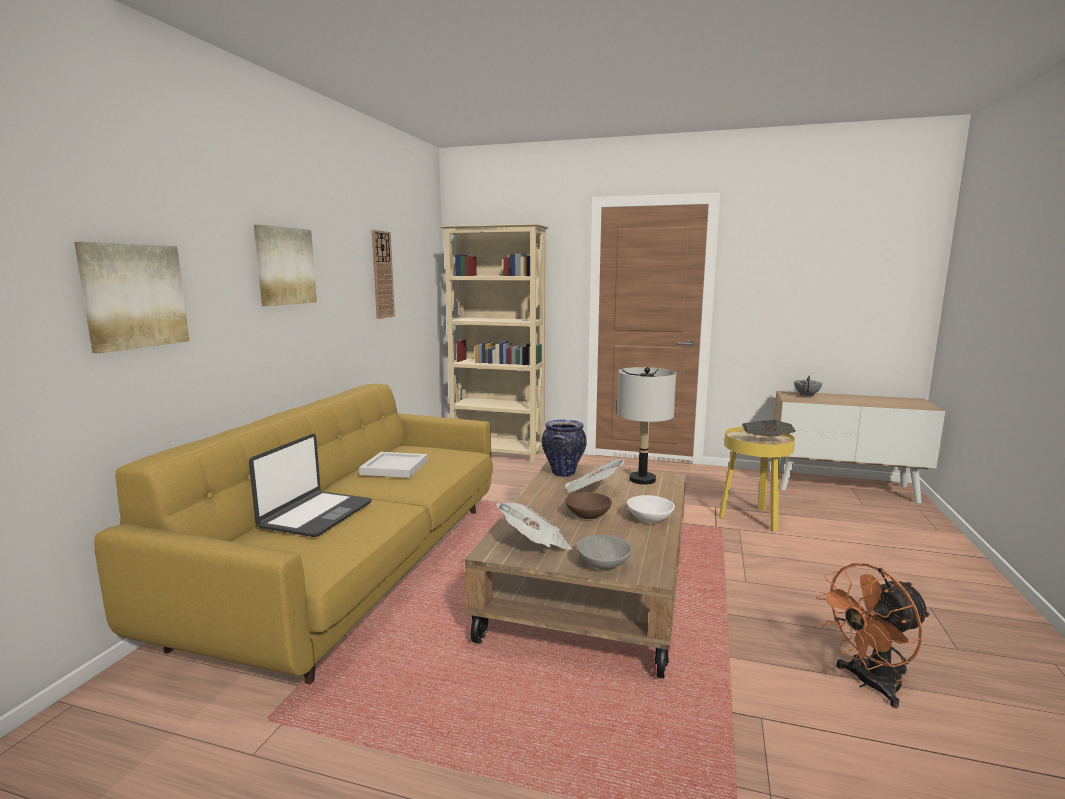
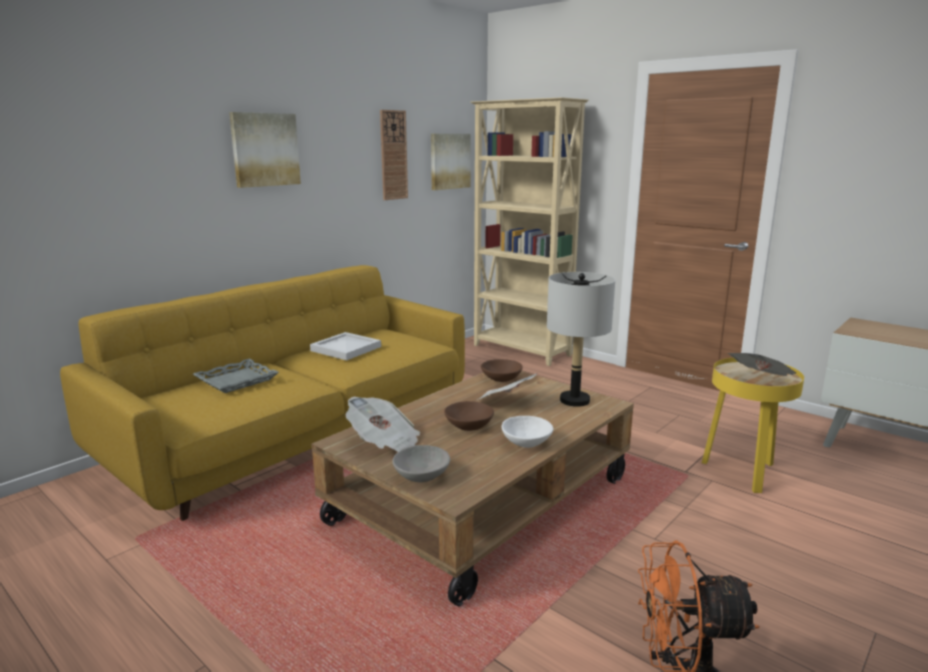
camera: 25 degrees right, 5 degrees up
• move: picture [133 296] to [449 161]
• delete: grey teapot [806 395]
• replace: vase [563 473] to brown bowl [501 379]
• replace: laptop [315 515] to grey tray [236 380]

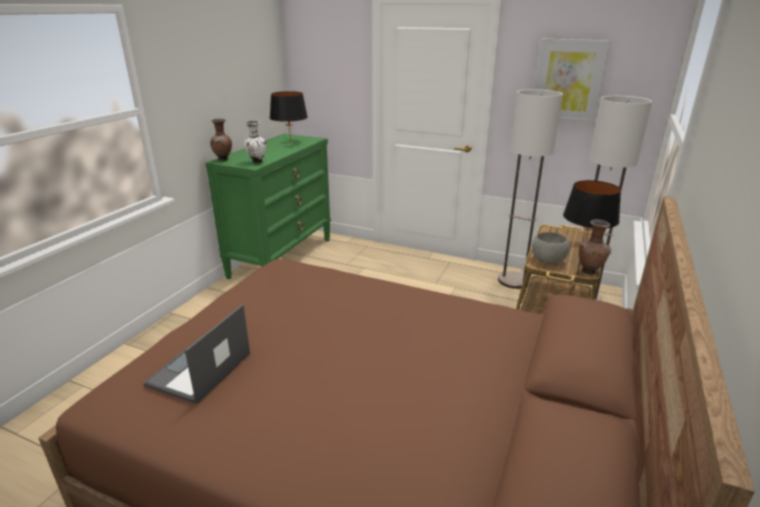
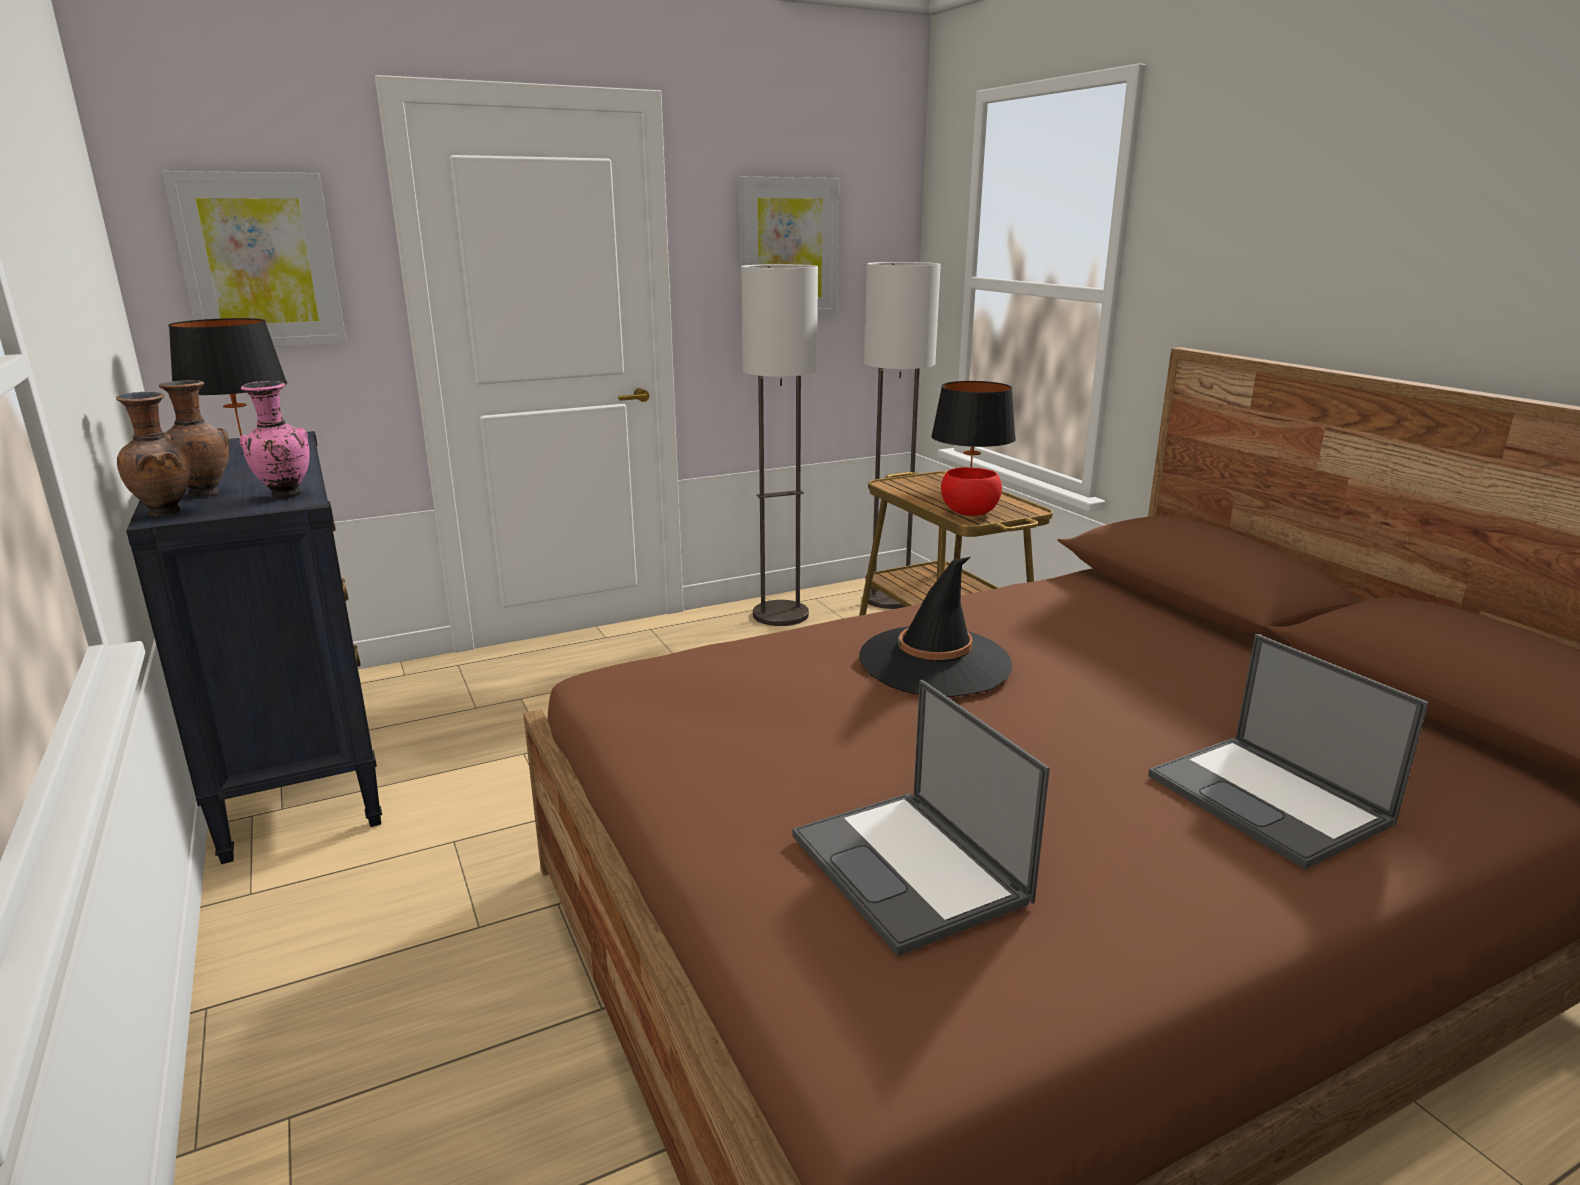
camera: 50 degrees left, 5 degrees down
• recolor: white vase [256 162] to pink vase [284 496]
• recolor: green dresser [281 257] to black dresser [297 761]
• move: brown vase [589 271] to [206 493]
• recolor: grey bowl [547 260] to red bowl [969 513]
• insert: picture [259 261]
• insert: black hat [935 662]
• insert: laptop [1270 800]

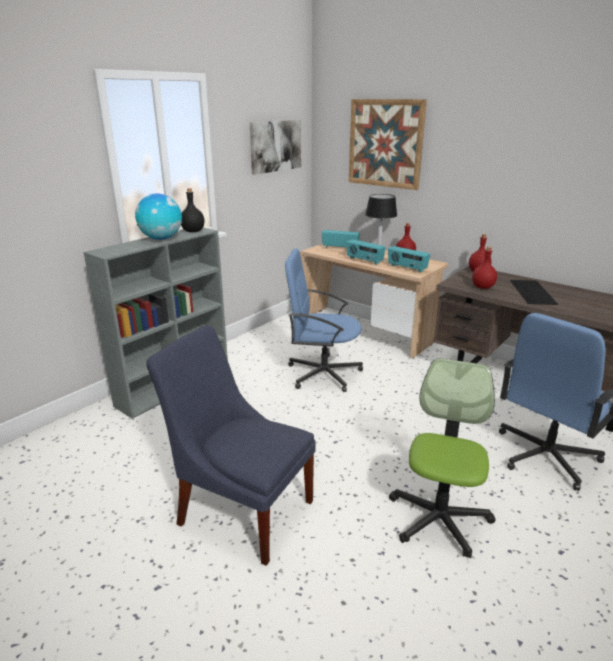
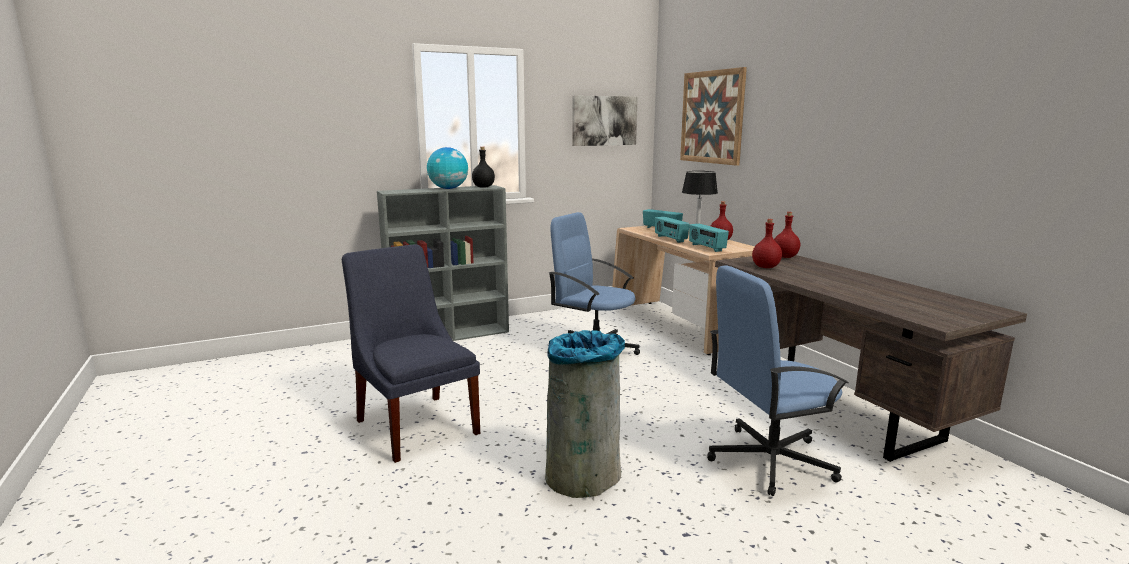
camera: 25 degrees right, 10 degrees down
• delete: keyboard [533 292]
• replace: office chair [439 518] to grey trash can [584 475]

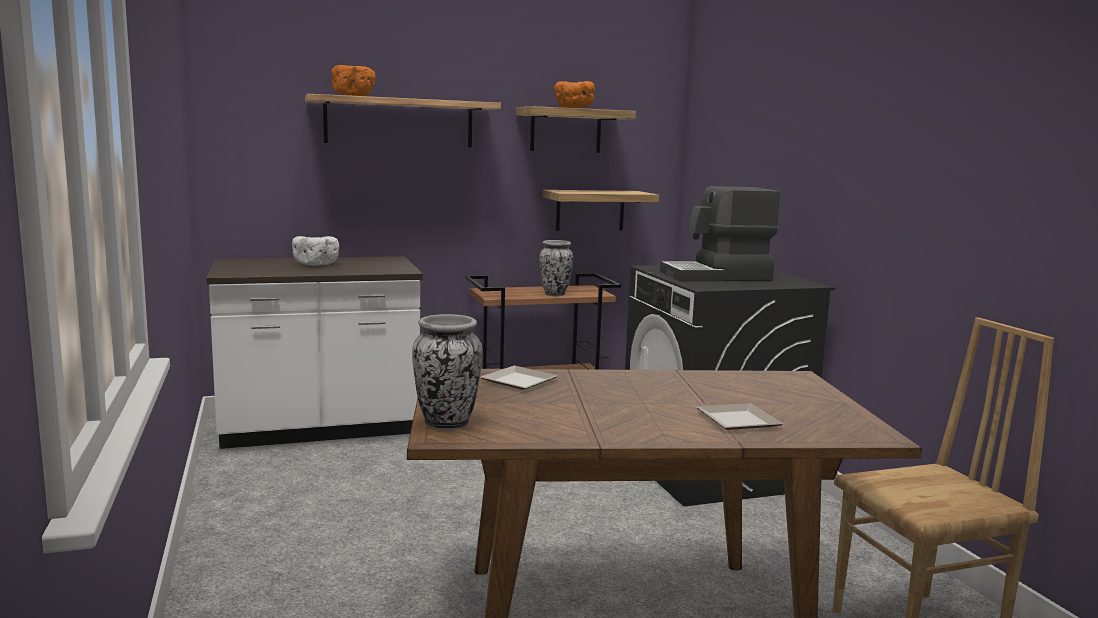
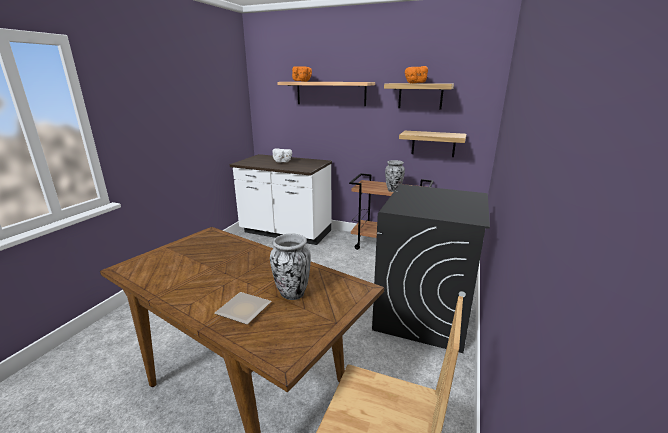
camera: 40 degrees right, 10 degrees up
• delete: coffee machine [717 276]
• move: vase [446 424] to [292 294]
• delete: plate [522 381]

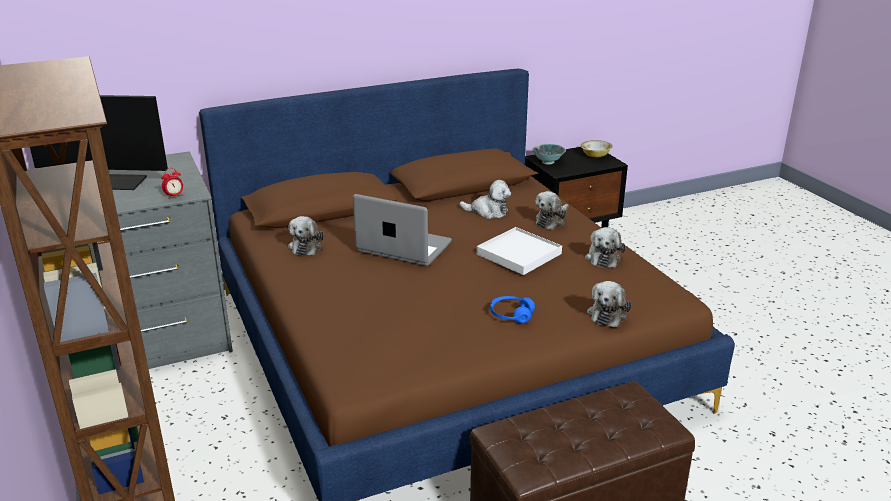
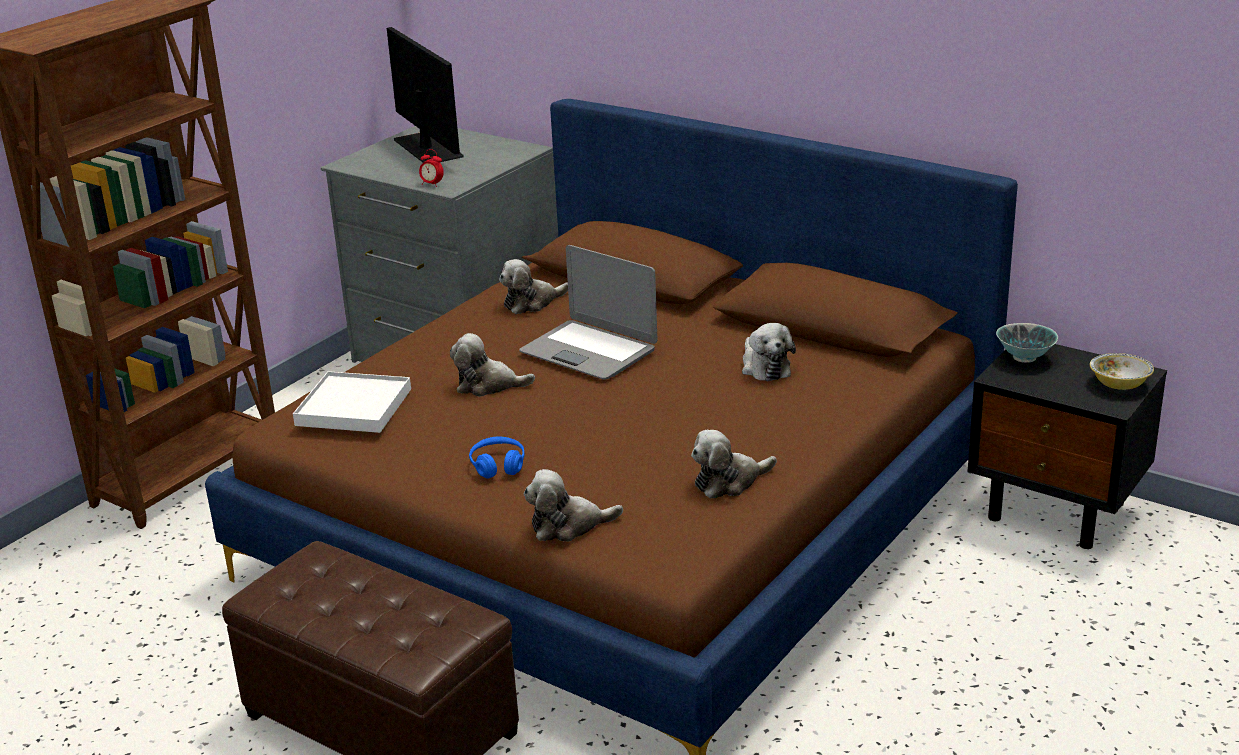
camera: 60 degrees right, 0 degrees up
• move: plush toy [552 221] to [488 385]
• rotate: laptop [403 247] = [589 351] 135 degrees clockwise
• move: white tray [519 254] to [354 407]

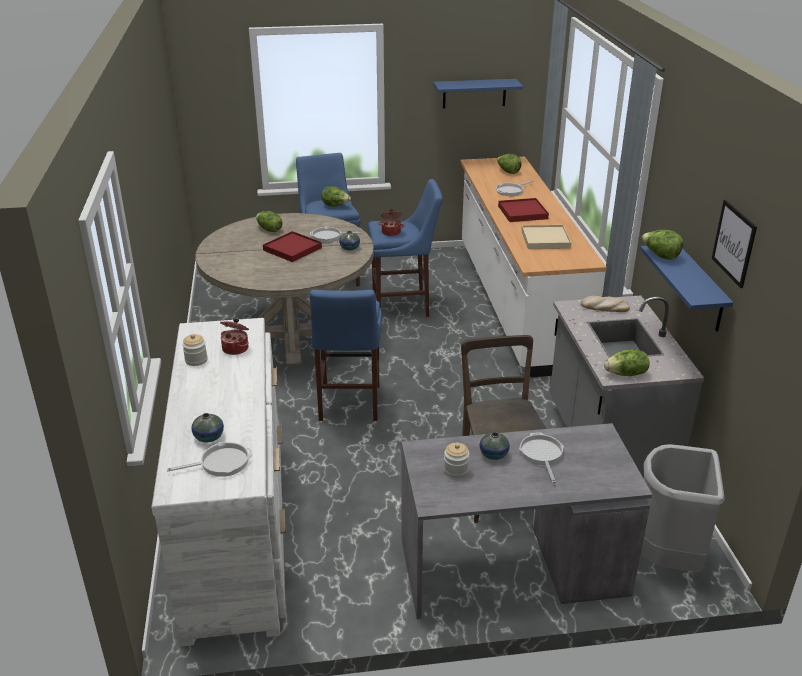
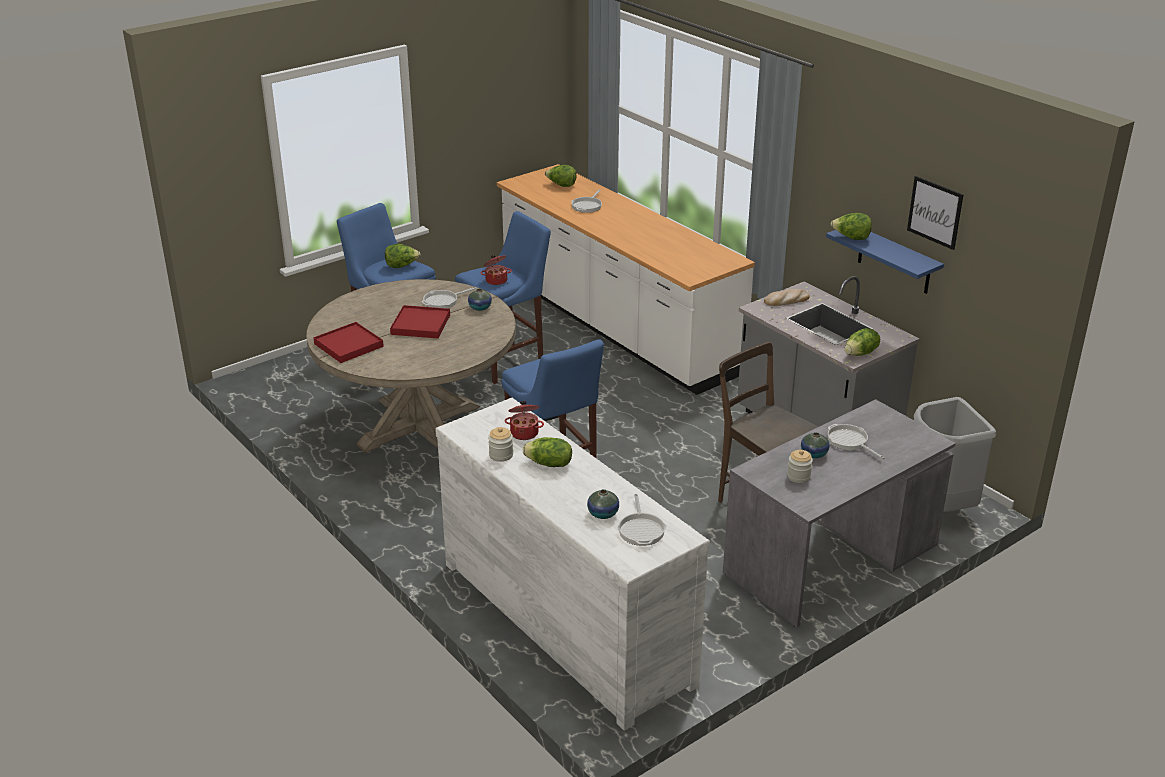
camera: 30 degrees left, 0 degrees up
• delete: blue shelf [474 93]
• move: red tray [523 212] to [349 345]
• move: lettuce [269 230] to [549 464]
• delete: beige tray [545 239]
• rotate: frying pan [221 463] = [641 529] 135 degrees clockwise

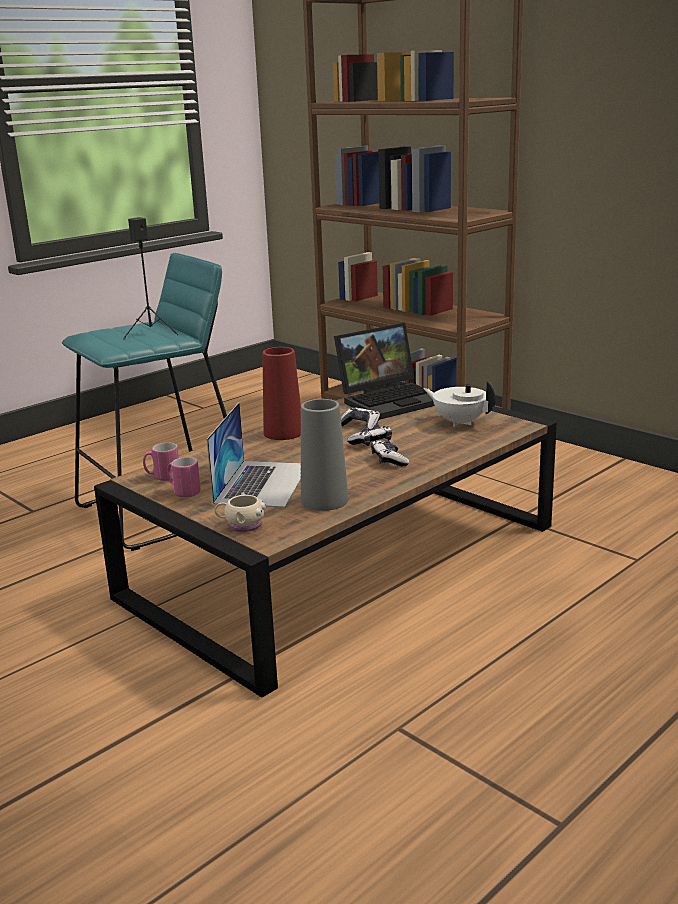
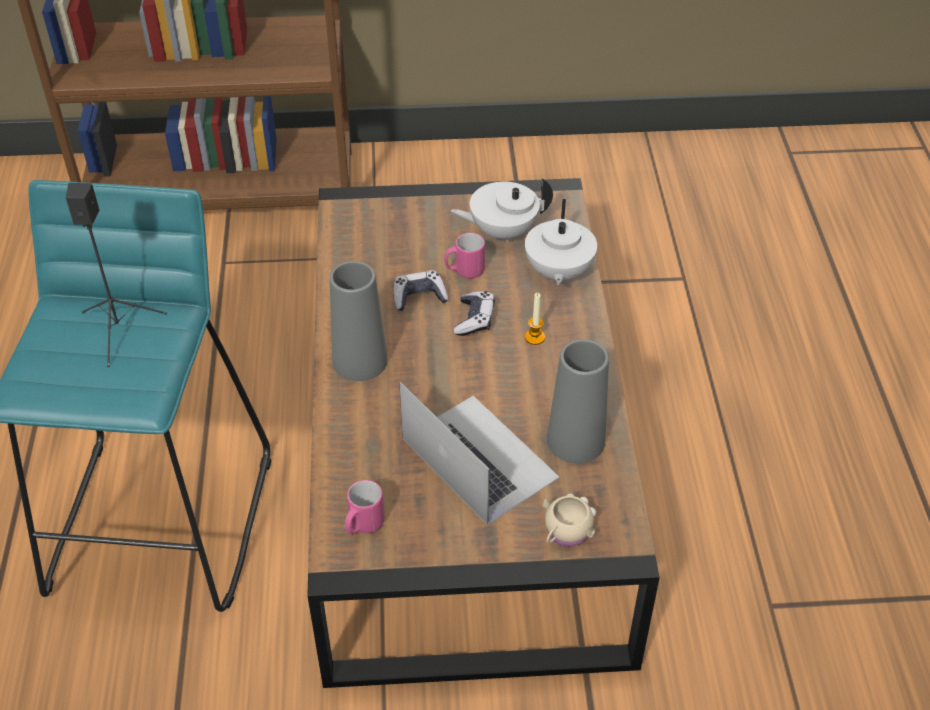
camera: 50 degrees left, 25 degrees up
• delete: laptop [391 400]
• recolor: red vase [283 433] to grey vase [360 361]
• replace: game controller [389 460] to candle [534 337]
• move: pink mug [183 492] to [464 271]
• insert: white teapot [558 272]

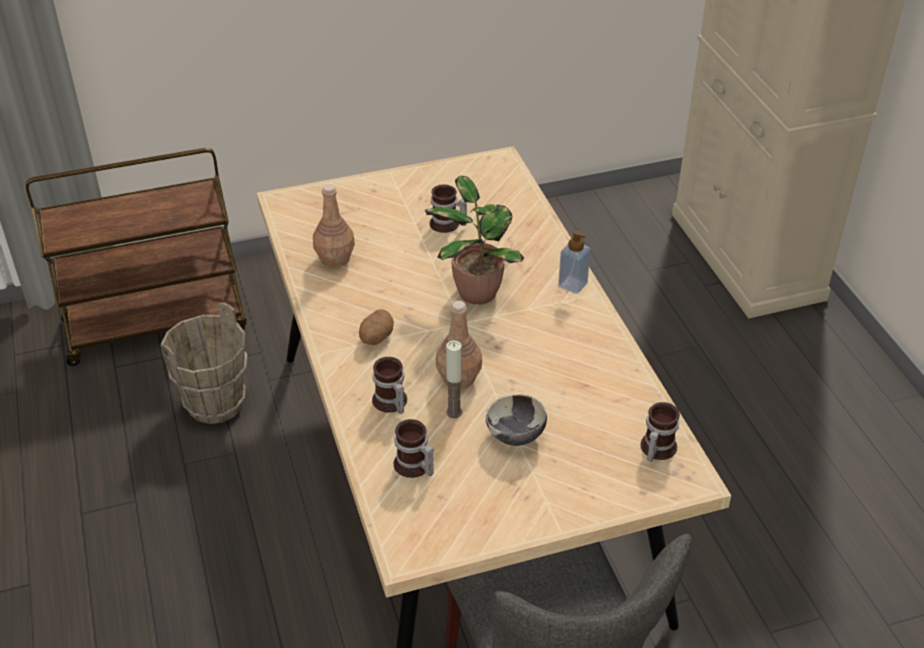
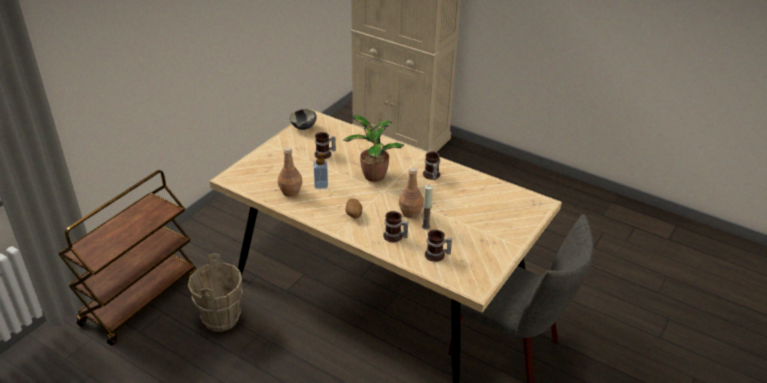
camera: 40 degrees left, 5 degrees down
• move: soap dispenser [572 284] to [321 185]
• move: bowl [515 436] to [303 127]
• move: mug [655 448] to [431 175]

